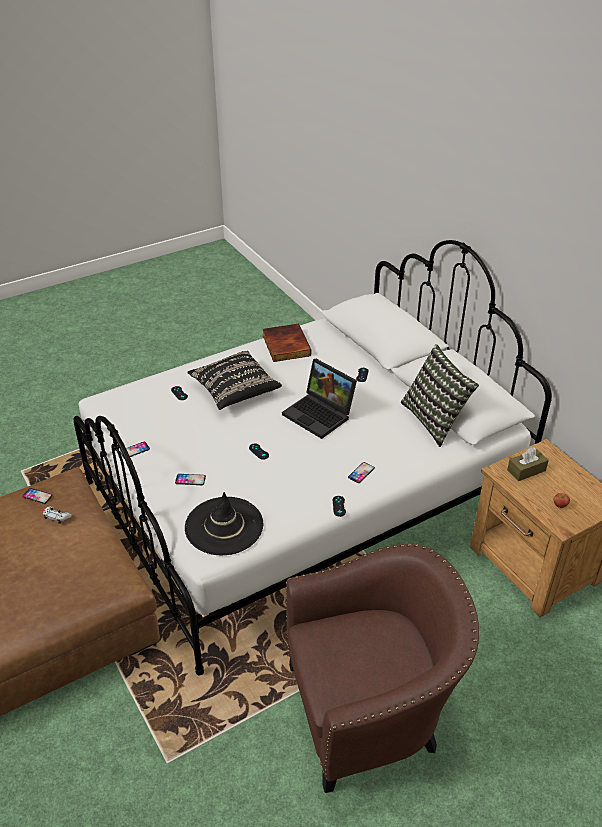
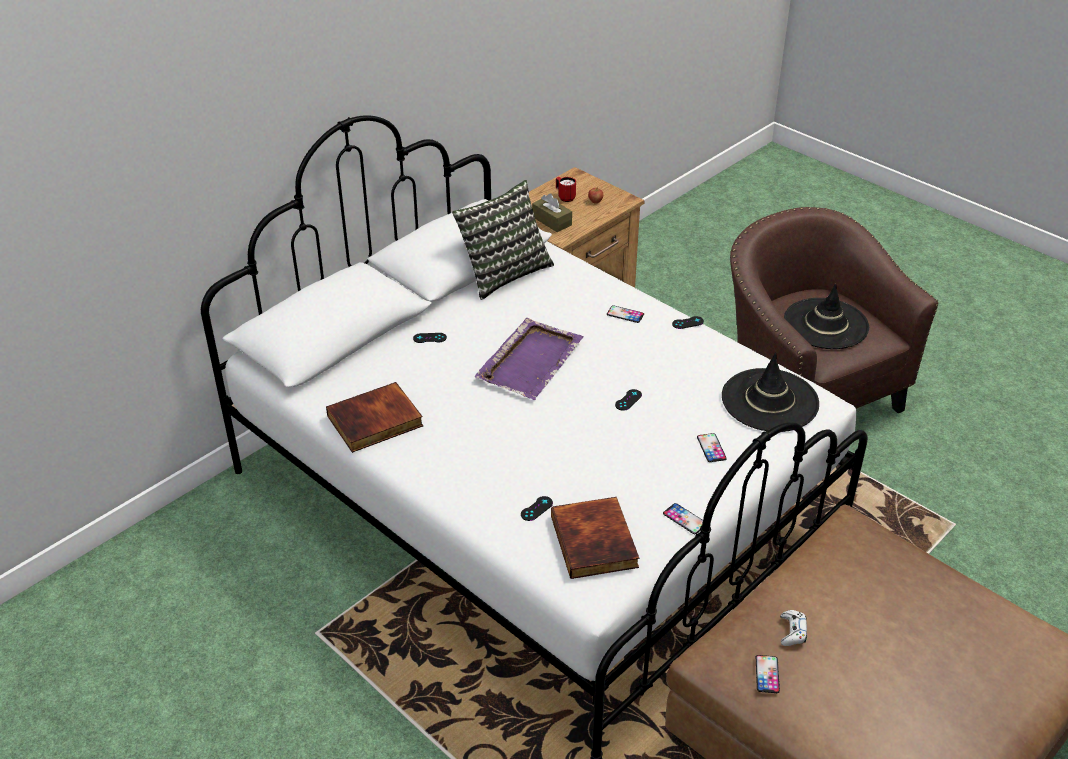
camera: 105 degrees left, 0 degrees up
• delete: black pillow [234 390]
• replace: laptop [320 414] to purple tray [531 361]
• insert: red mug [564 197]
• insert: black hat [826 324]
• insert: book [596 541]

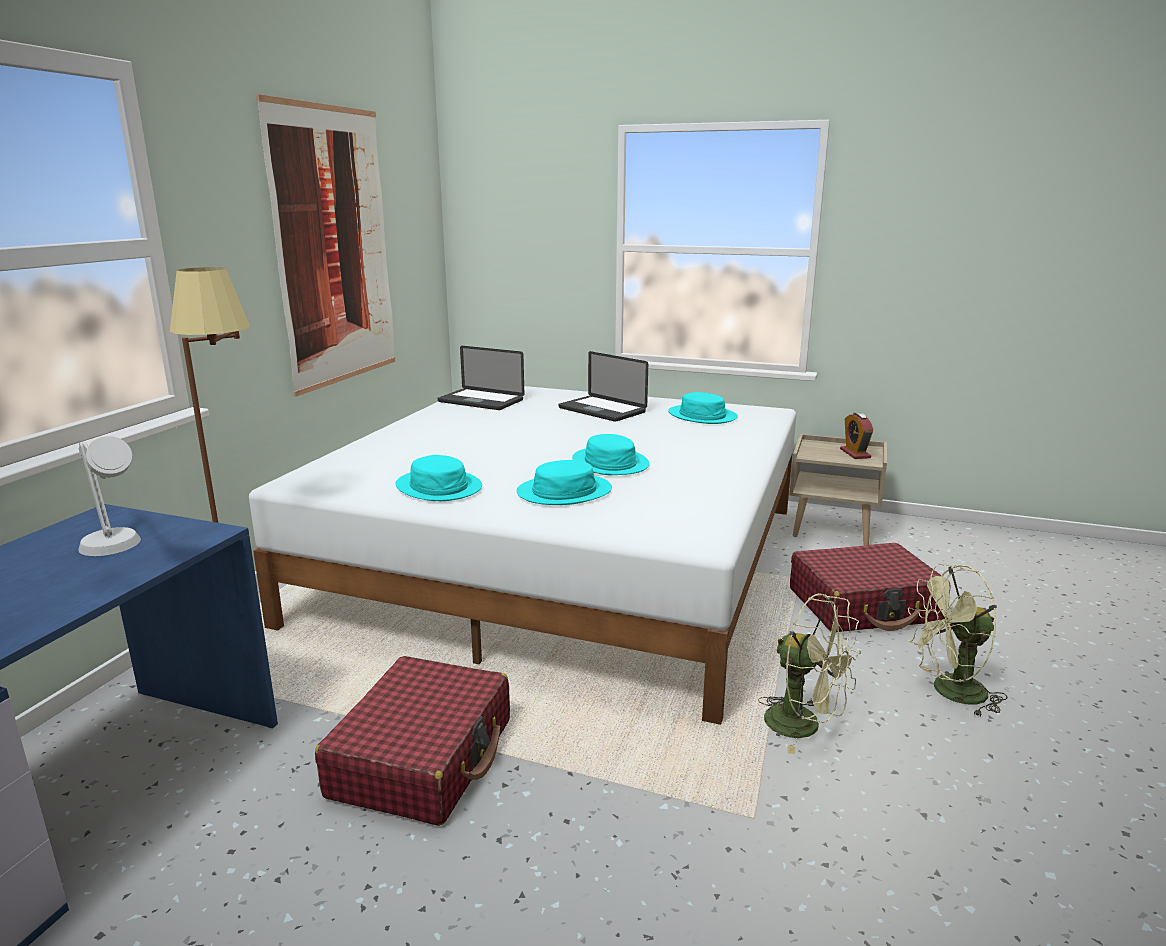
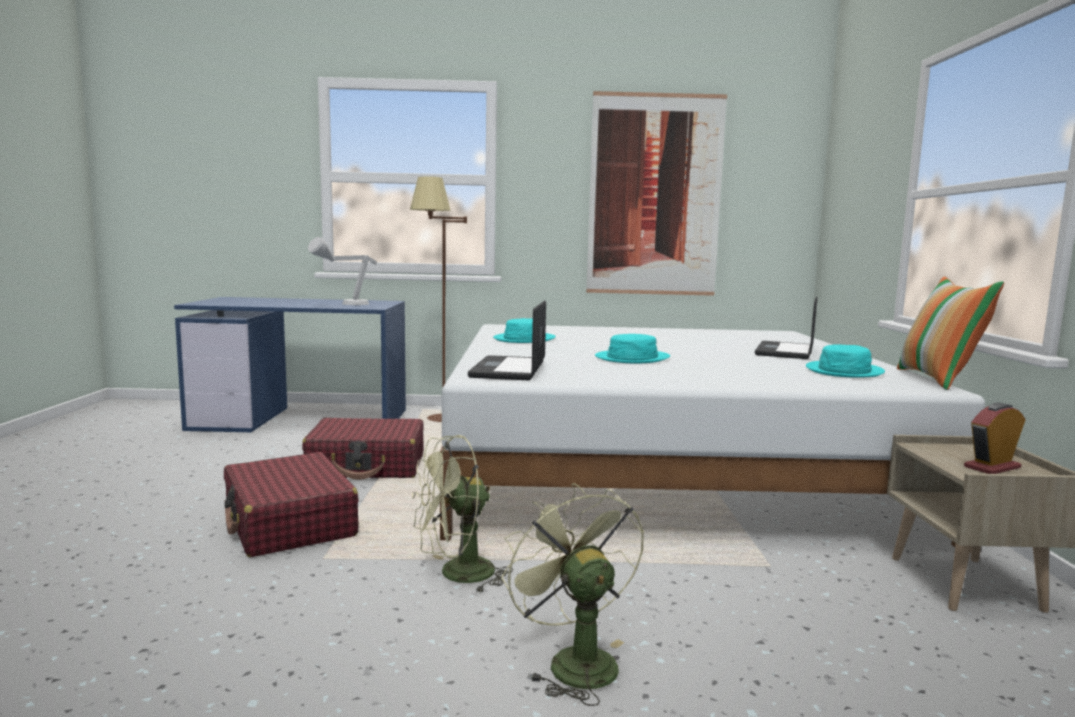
camera: 70 degrees right, 10 degrees down
• move: laptop [481 401] to [508 370]
• delete: turquoise hat [564 491]
• move: red suitcase [864 605] to [289 523]
• rotate: green fan [804 726] = [456 575] 45 degrees clockwise
• insert: pillow [938 379]

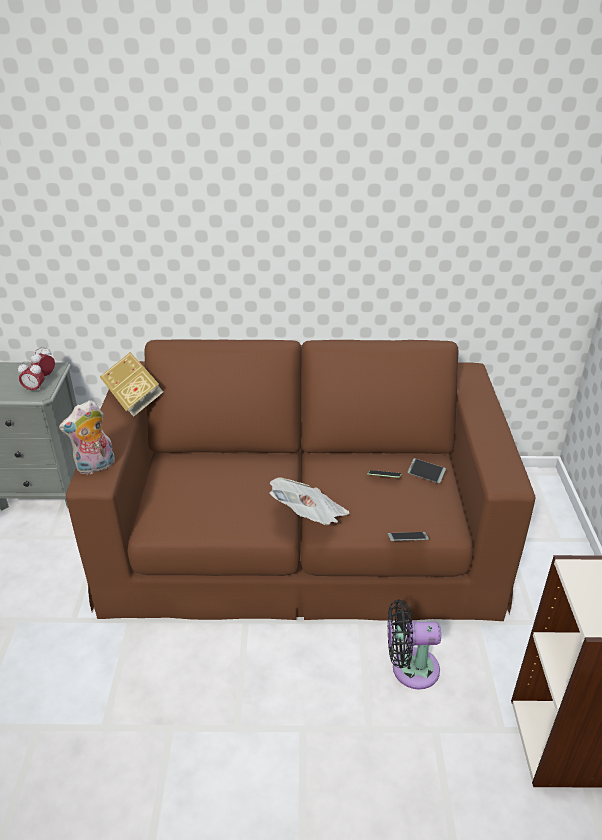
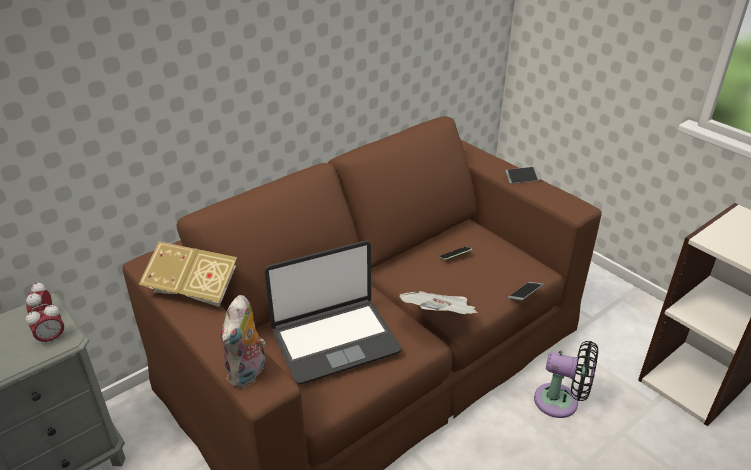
camera: 40 degrees left, 0 degrees up
• move: phone [426 473] to [522 178]
• rotate: black fan [410 668] = [561 402] 120 degrees counterclockwise
• insert: laptop [334 340]

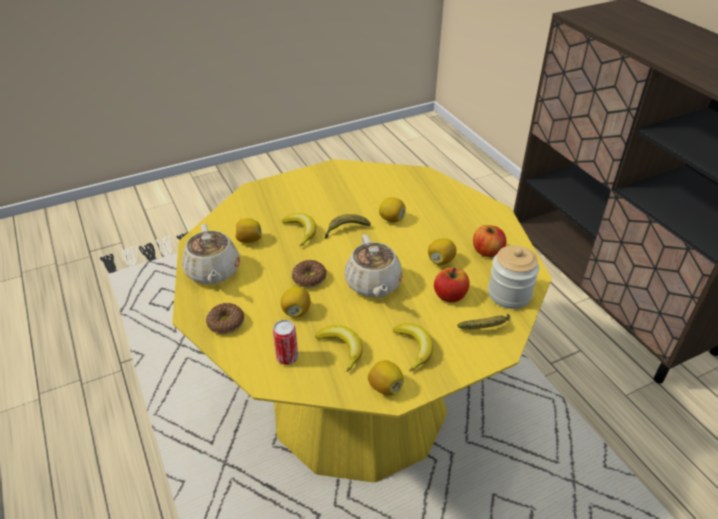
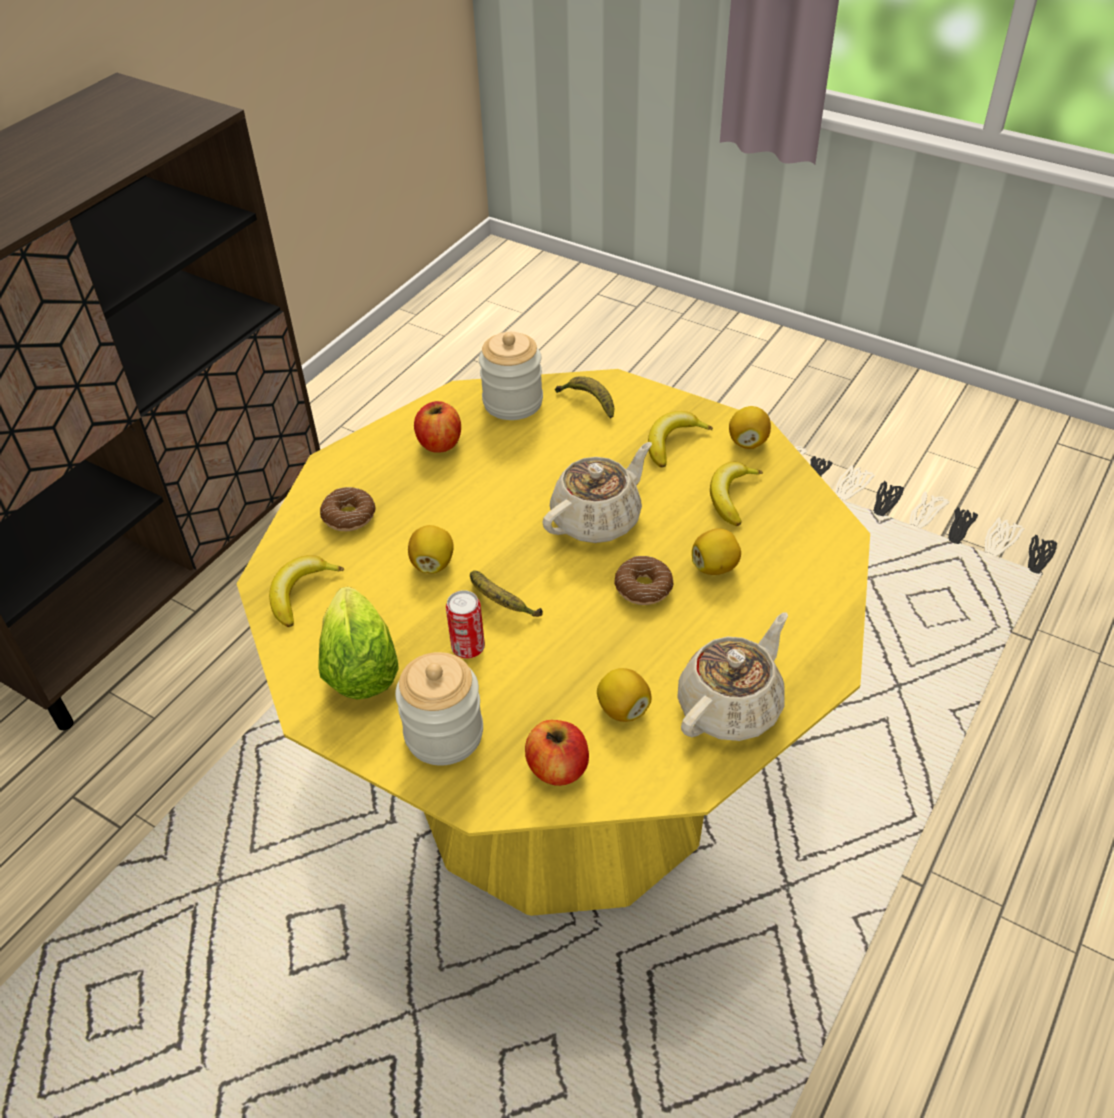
camera: 120 degrees left, 5 degrees up
• move: banana [301 231] to [301 593]
• delete: lemon [441 261]
• move: apple [450 295] to [558 768]
• move: donut [226 323] to [349 516]
• move: can [287 357] to [468 648]
• insert: lettuce [359 662]
• insert: jar [444 734]

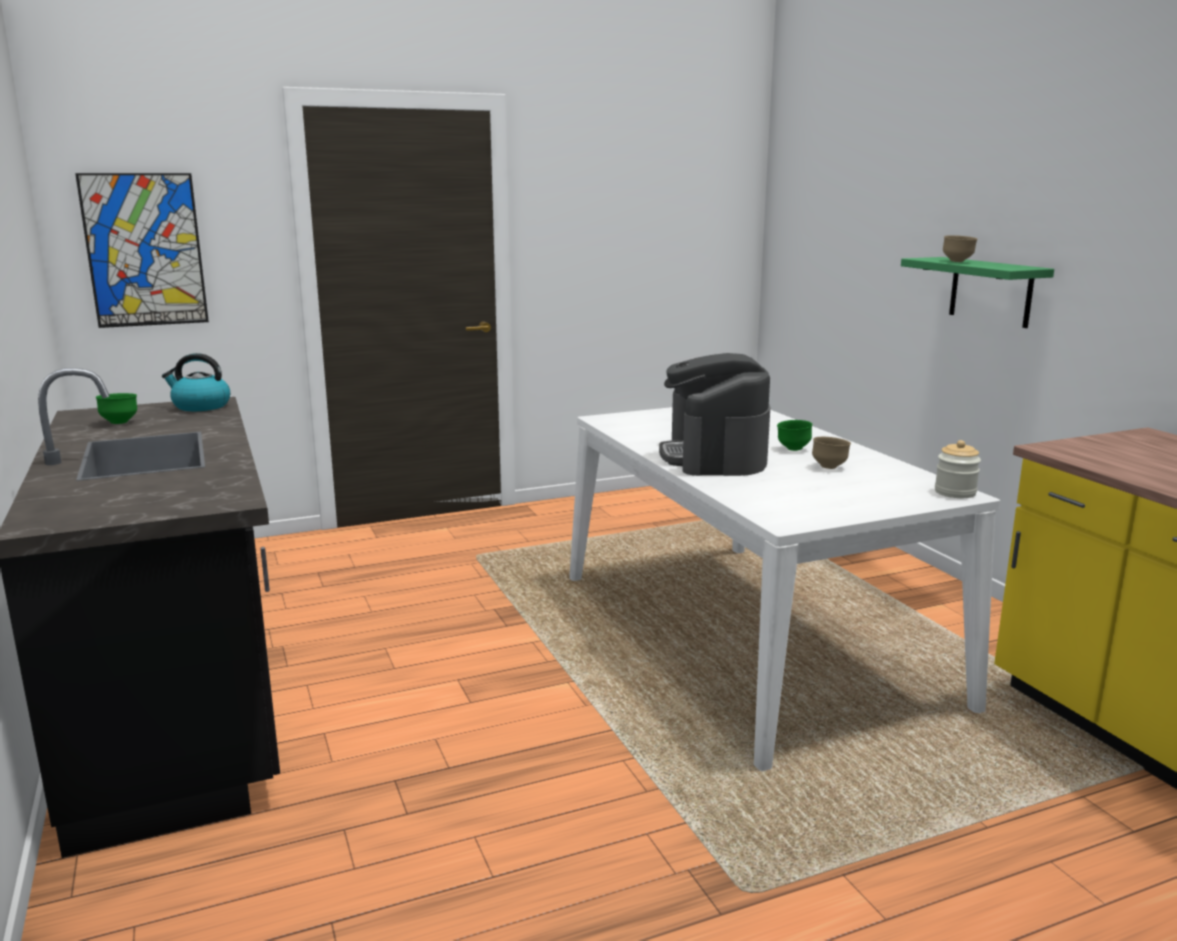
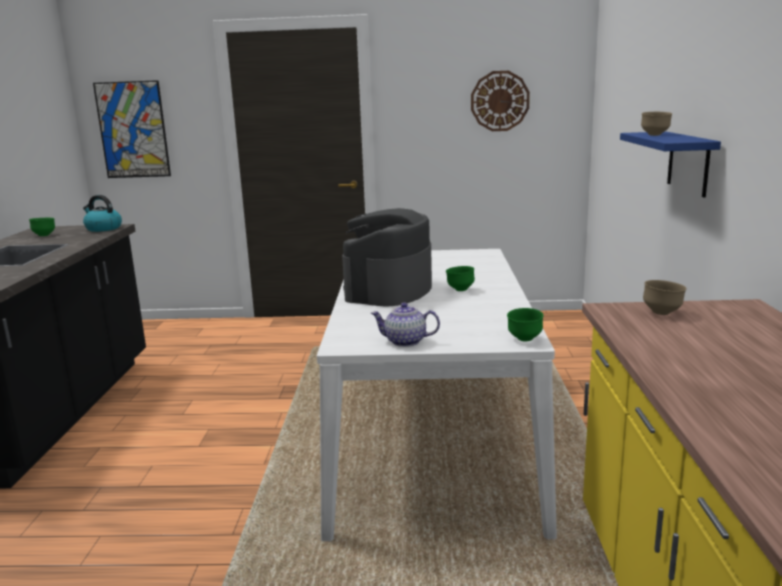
camera: 25 degrees right, 0 degrees up
• recolor: green shelf [990 291] to blue shelf [688 163]
• move: brown bowl [829 467] to [662 313]
• replace: jar [955 492] to green bowl [524 339]
• insert: wall clock [499 101]
• insert: teapot [405 341]

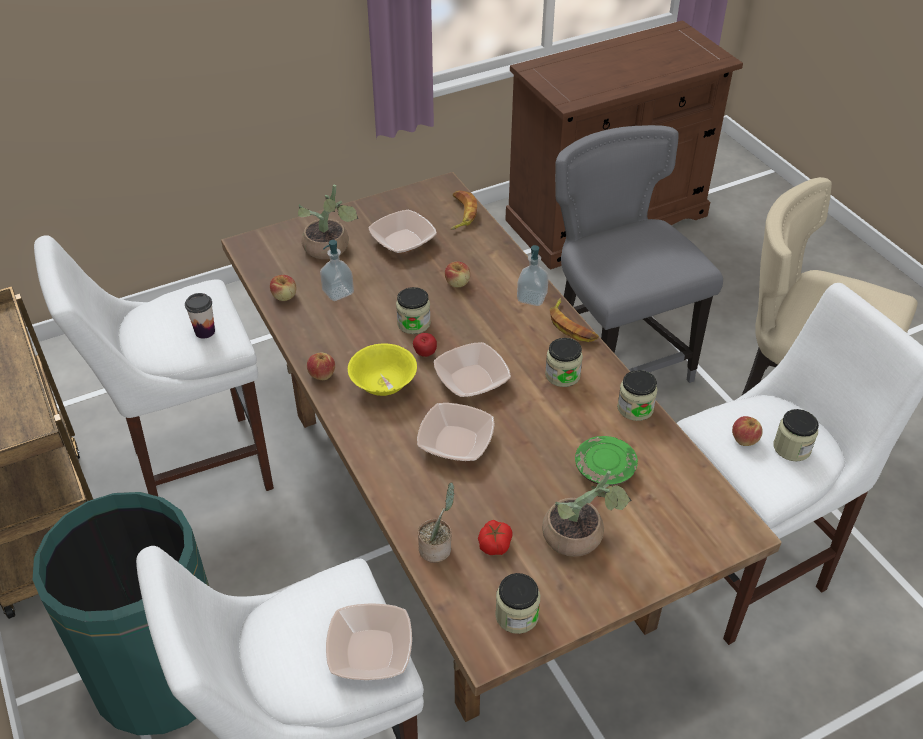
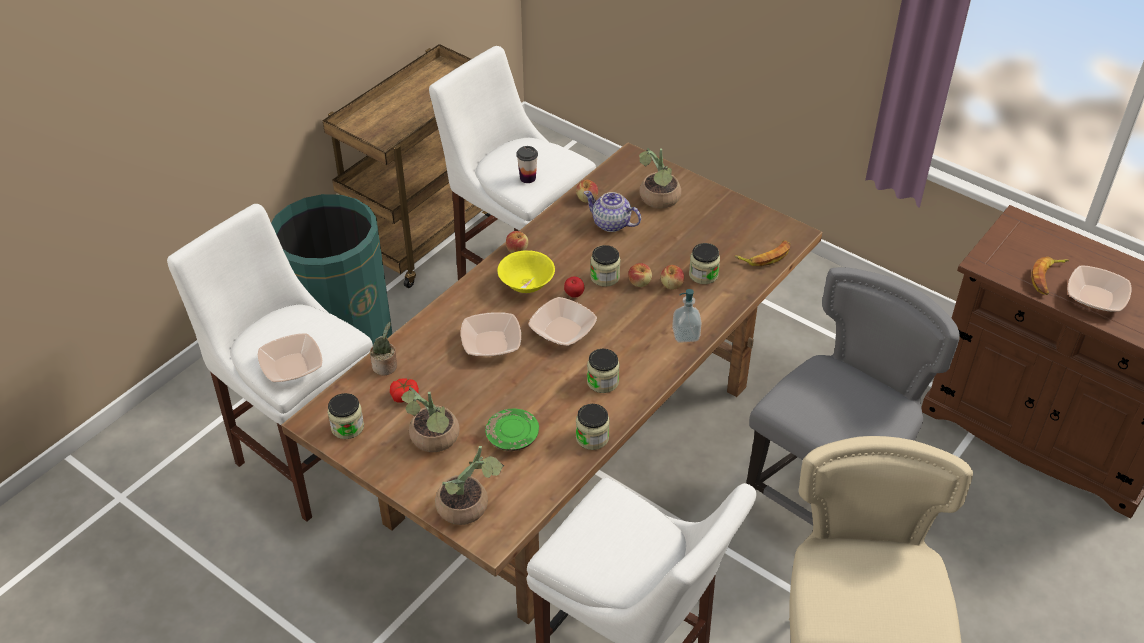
camera: 65 degrees right, 0 degrees up
• move: bowl [403 241] to [1095 297]
• replace: soap dispenser [338 292] to teapot [611 224]
• move: banana [572 325] to [1047 278]
• move: jar [792 448] to [703 275]
• move: apple [744 439] to [640 282]
• insert: potted plant [469 507]

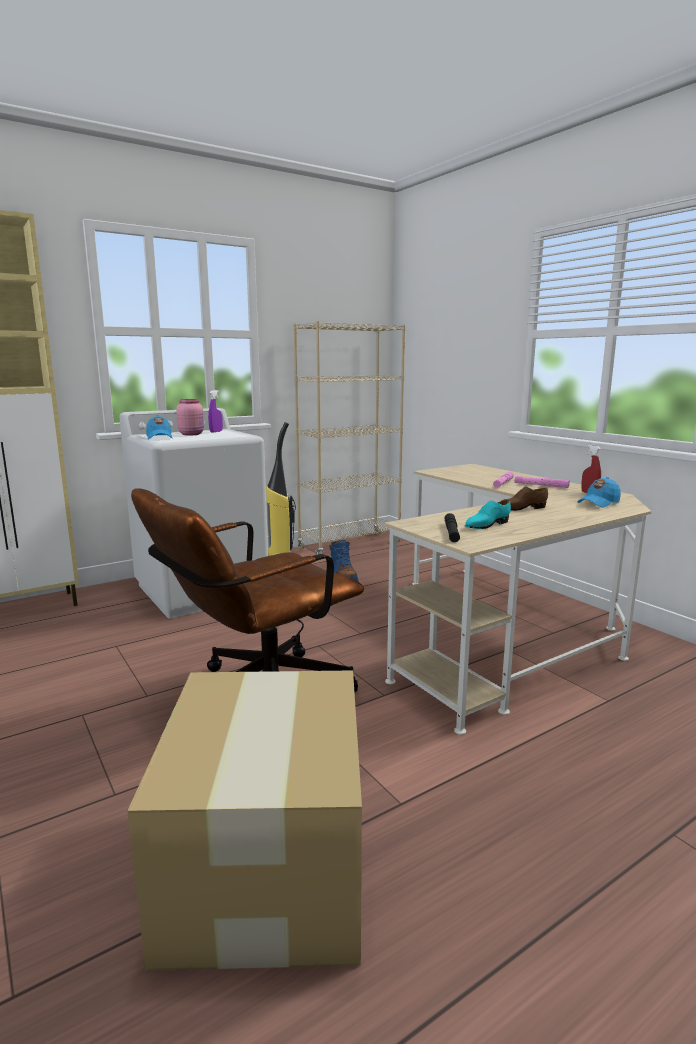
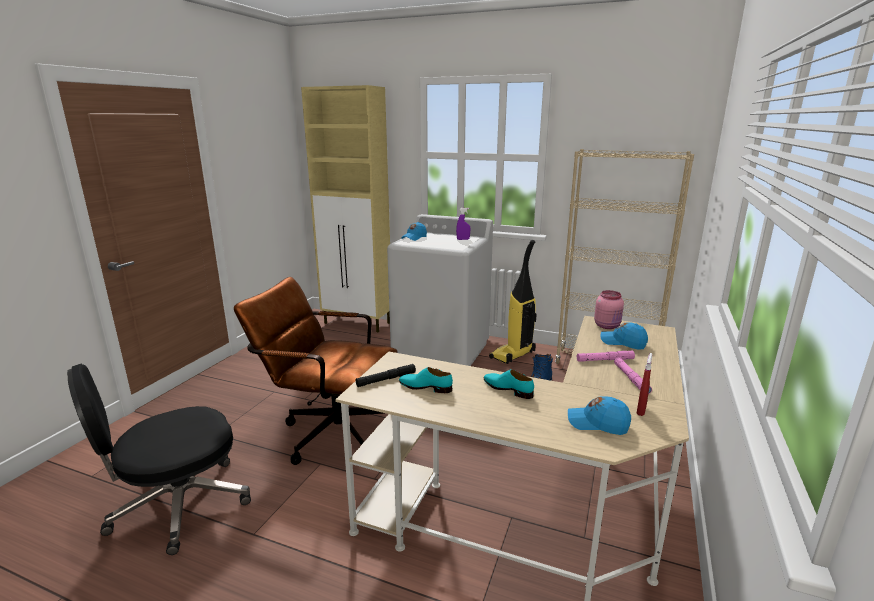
camera: 55 degrees right, 5 degrees up
• move: pink jar [192 434] to [607 326]
• recolor: brown shoe [521 508] to turquoise shoe [508 389]
• replace: cardboard box [264 868] to black office chair [178 505]
• insert: blue cap [623 342]

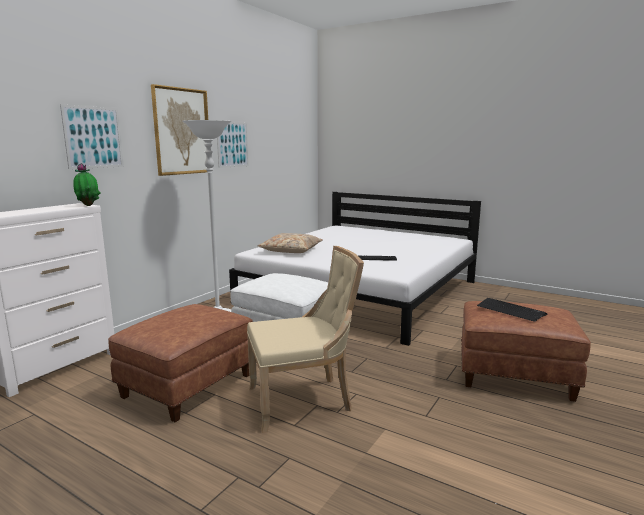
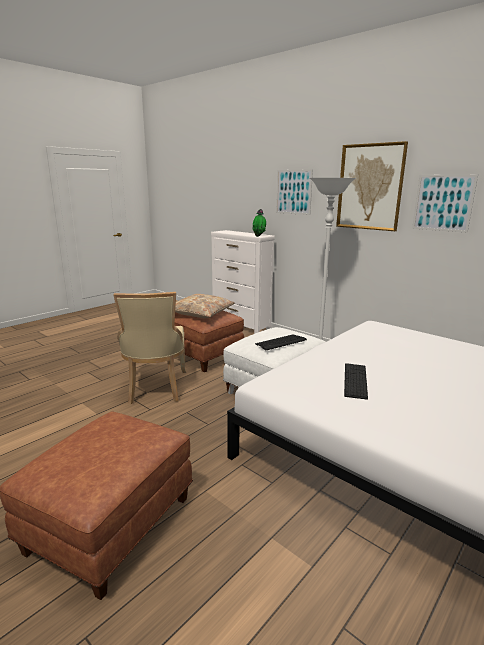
camera: 100 degrees right, 5 degrees up
• move: beige pillow [291 250] to [201 313]
• move: keyboard [510 310] to [280 343]

